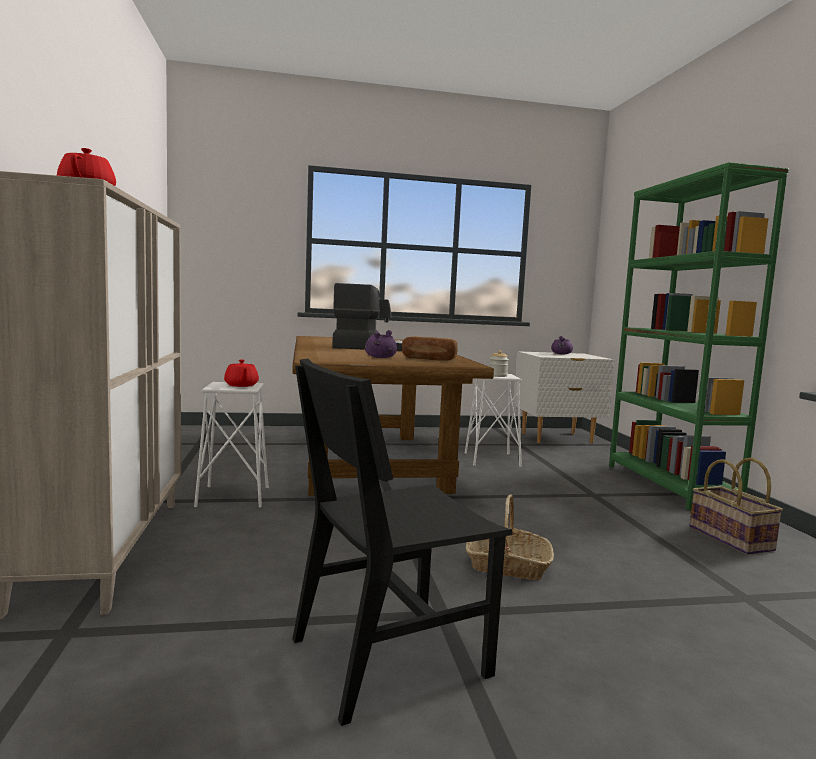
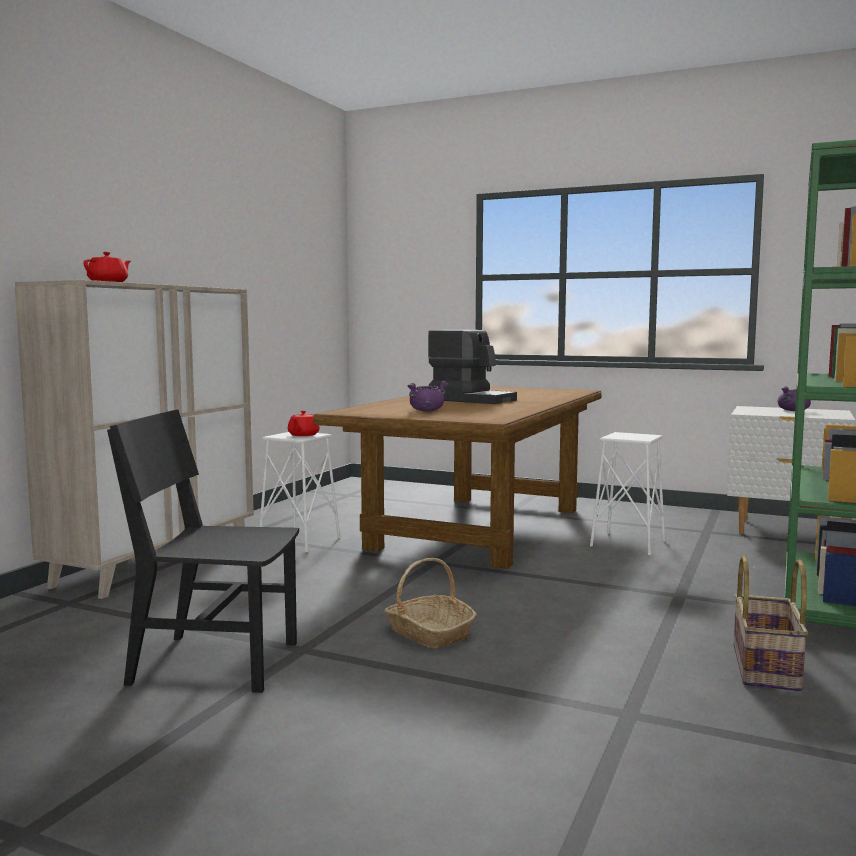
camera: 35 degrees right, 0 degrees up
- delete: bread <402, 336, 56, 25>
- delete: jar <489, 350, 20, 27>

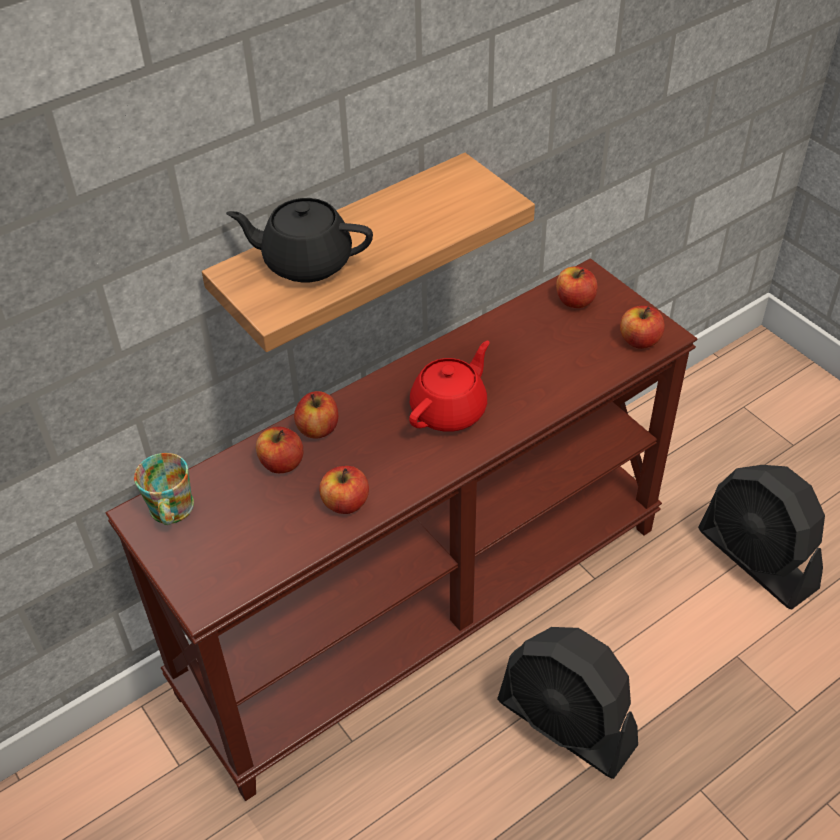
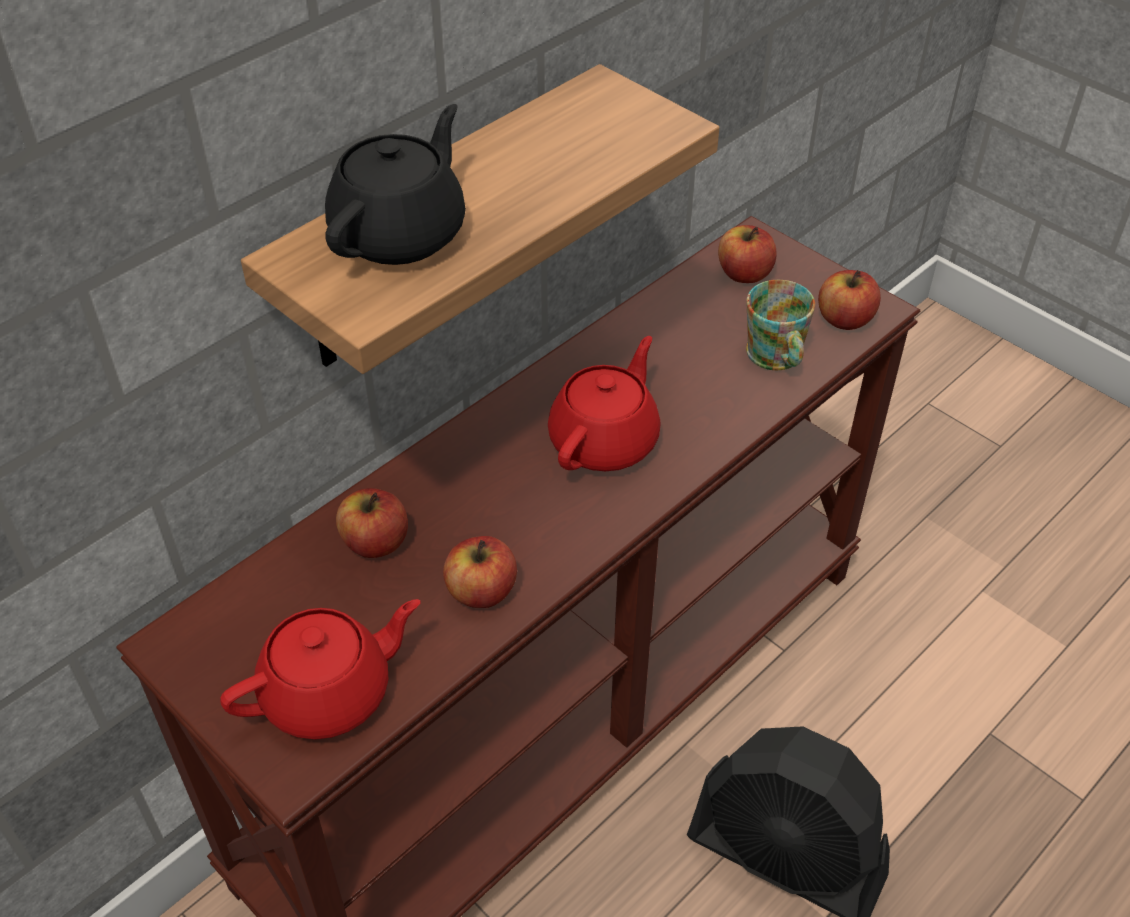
camera: 10 degrees left, 0 degrees up
- rotate: teapot/black <226, 198, 147, 84> = <325, 104, 141, 161> 120 degrees clockwise
- delete: apple <294, 391, 44, 48>
- move: mug <134, 453, 60, 72> to <746, 280, 69, 90>
- delete: fan/black <698, 465, 127, 144>
- insert: teapot/red <220, 599, 200, 140>

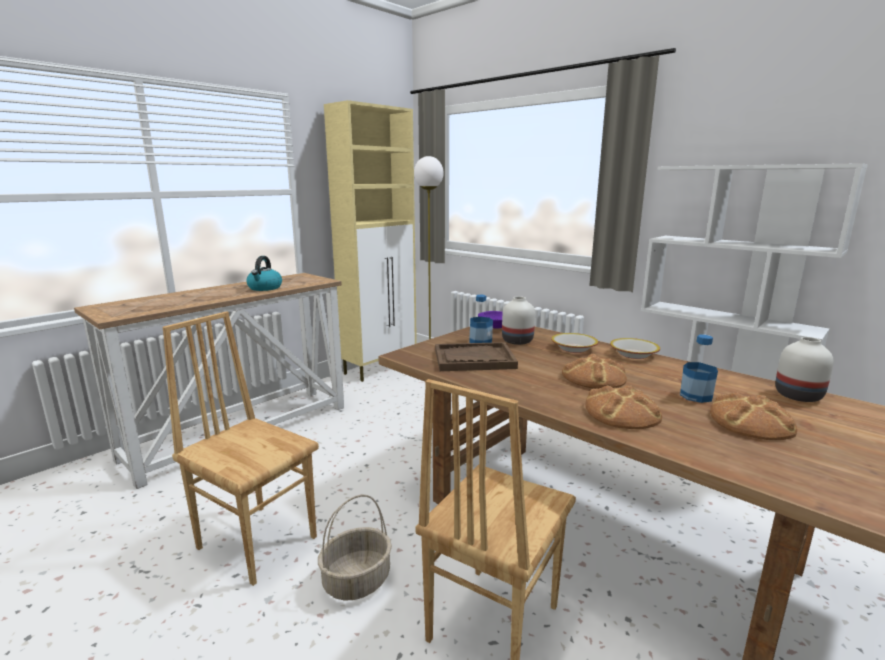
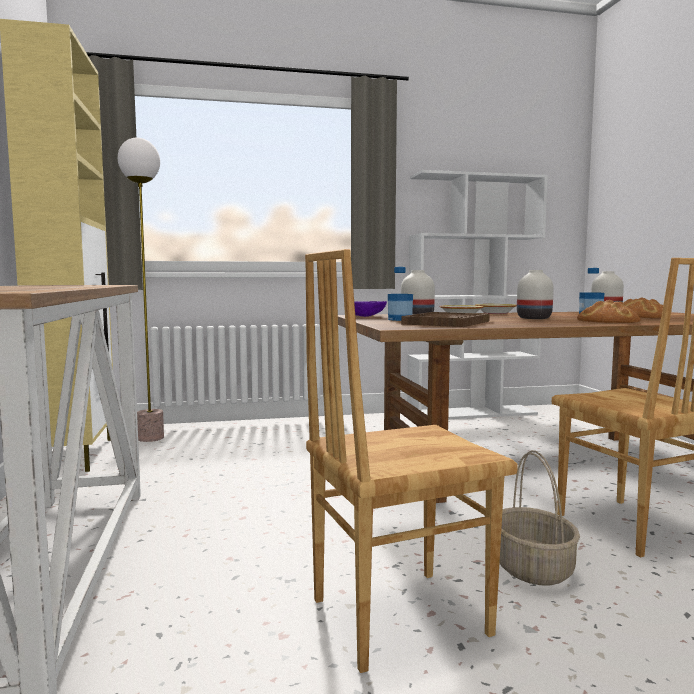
camera: 55 degrees left, 10 degrees down
- delete: kettle <246, 256, 36, 35>
- replace: bread <562, 354, 65, 35> to vase/white <517, 270, 37, 49>

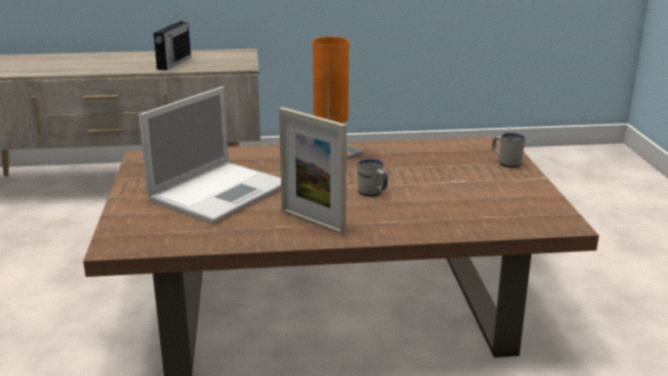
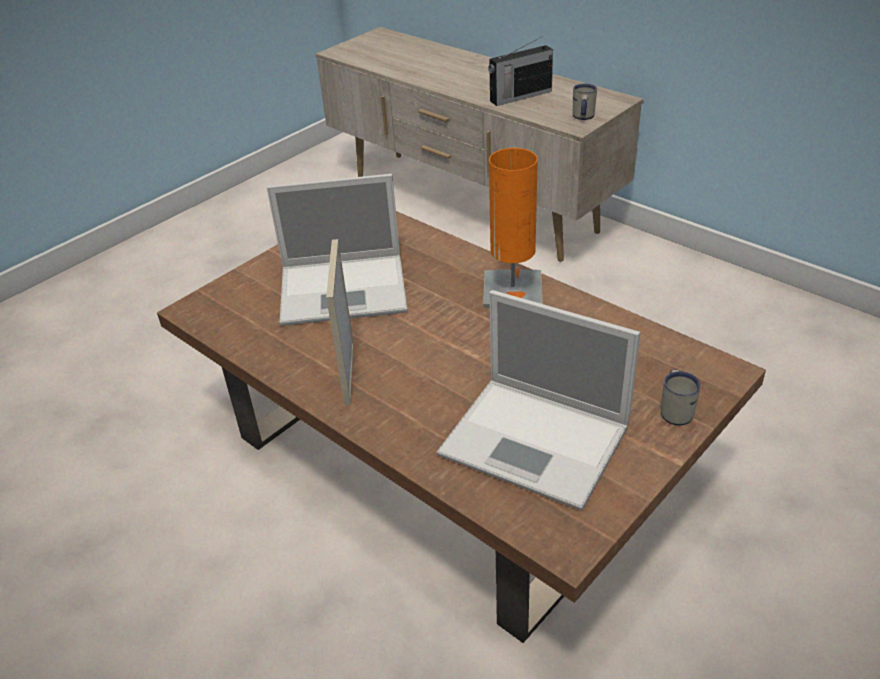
camera: 50 degrees right, 15 degrees up
- move: mug/white <358, 158, 30, 38> to <573, 84, 24, 36>
- insert: laptop <437, 290, 203, 221>

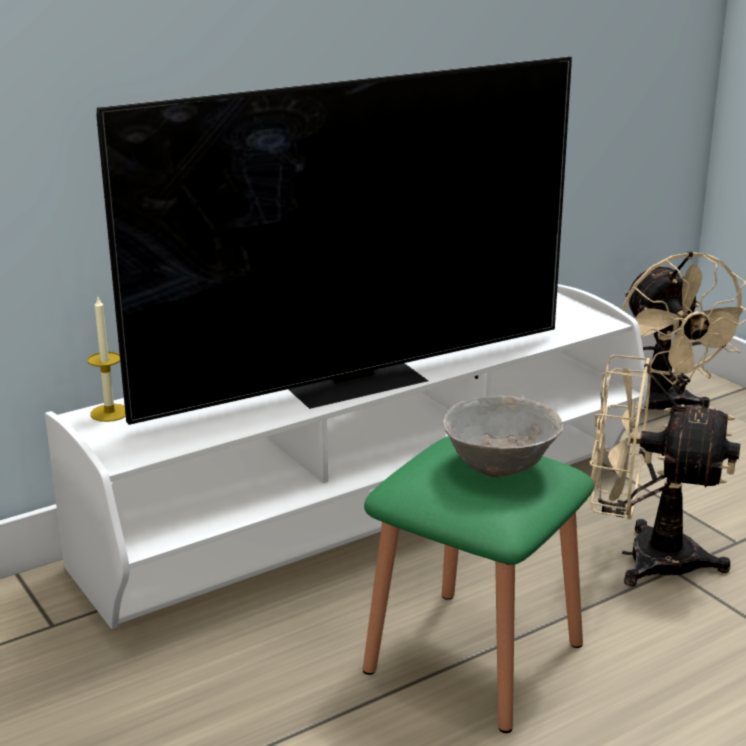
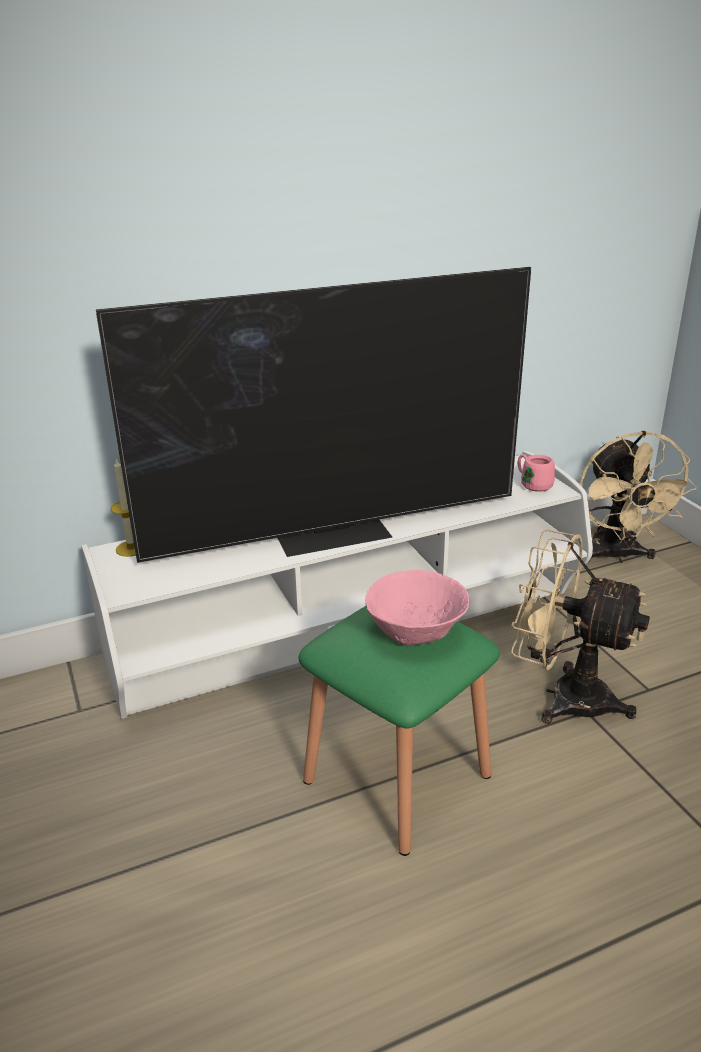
camera: 10 degrees right, 5 degrees up
- recolor: bowl/grey <443, 395, 120, 82> to bowl/pink <365, 570, 104, 75>
- insert: mug/pink <518, 454, 37, 38>

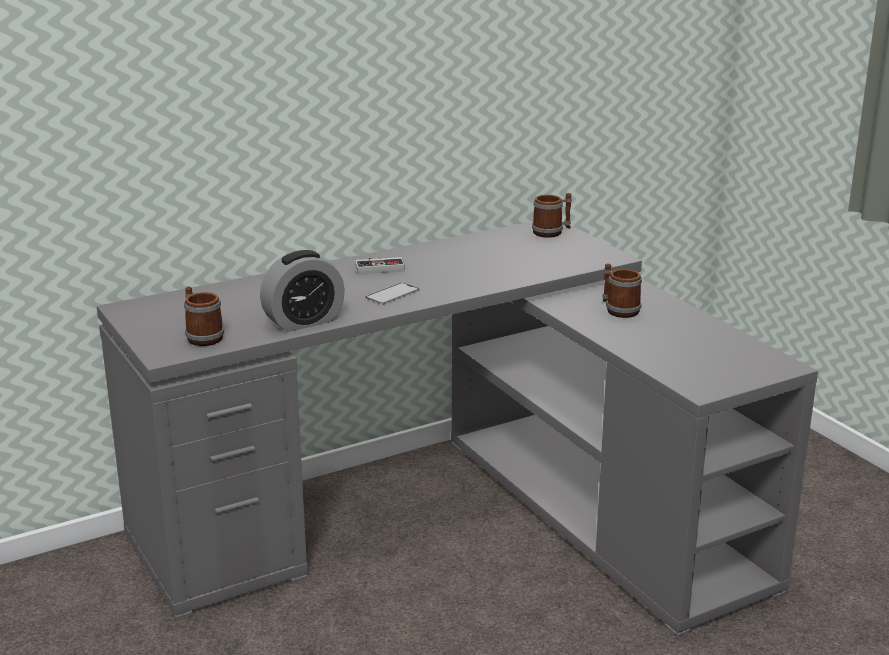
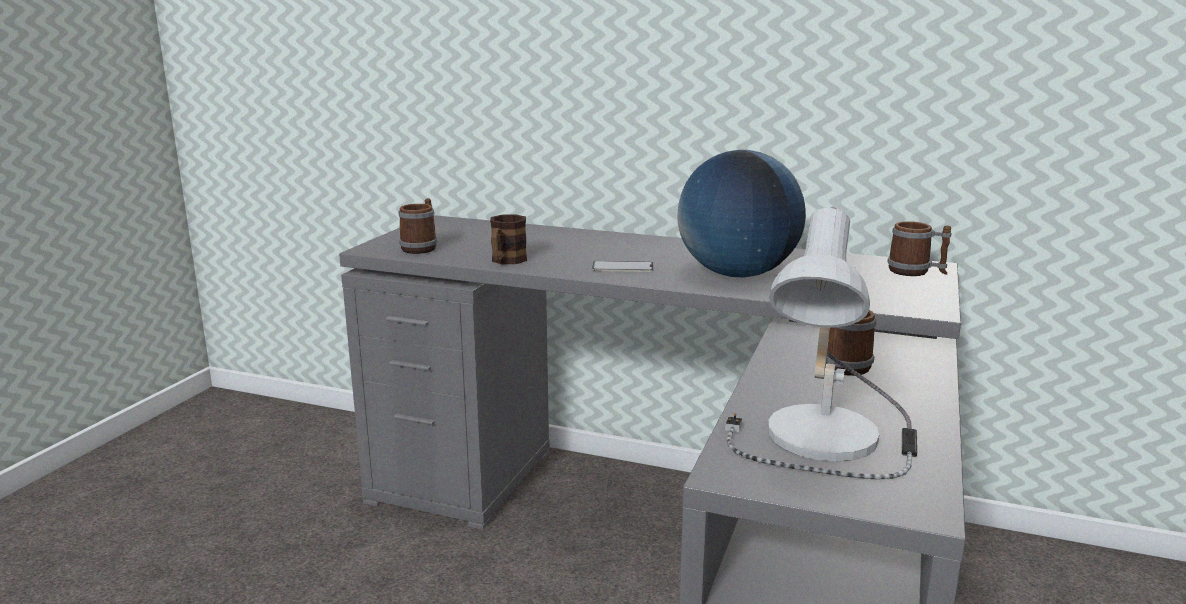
camera: 50 degrees right, 5 degrees down
- replace: alarm clock <260, 250, 85, 82> to mug <490, 214, 37, 50>
- delete: game controller <355, 257, 50, 17>
- insert: globe <677, 150, 129, 127>
- insert: table lamp <725, 207, 192, 273>

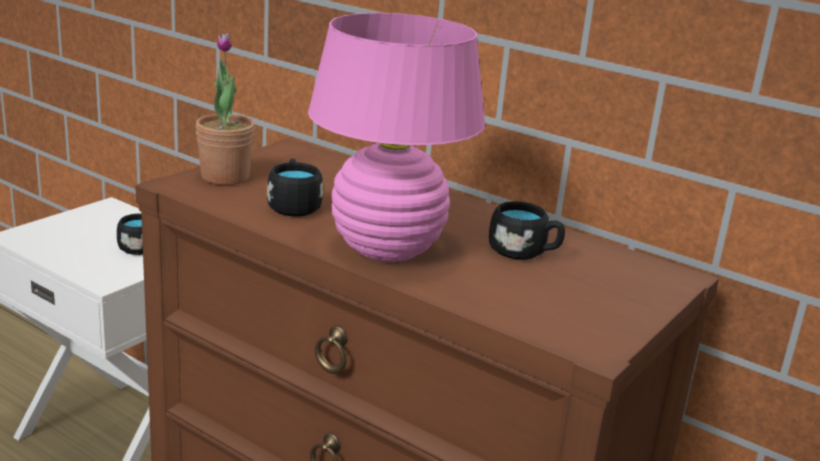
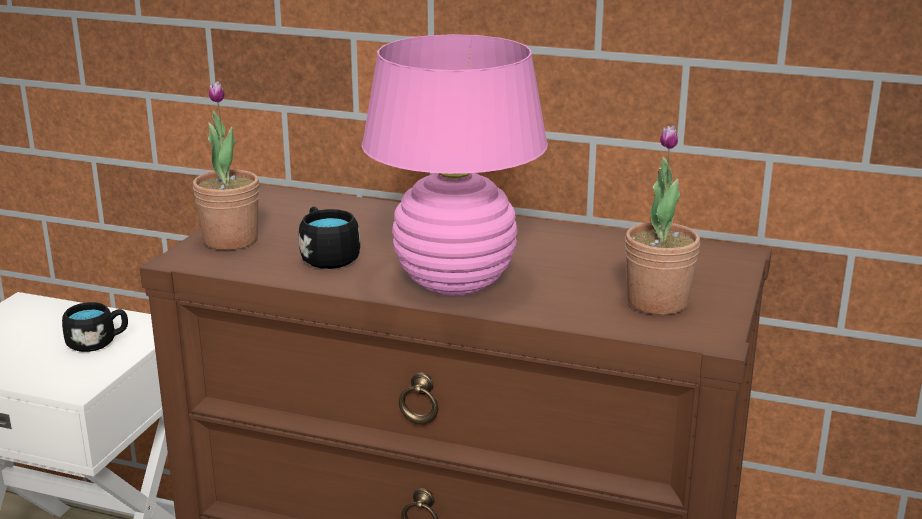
camera: 15 degrees left, 0 degrees up
- delete: mug/black <489, 201, 76, 59>
- insert: potted plant <625, 125, 75, 190>

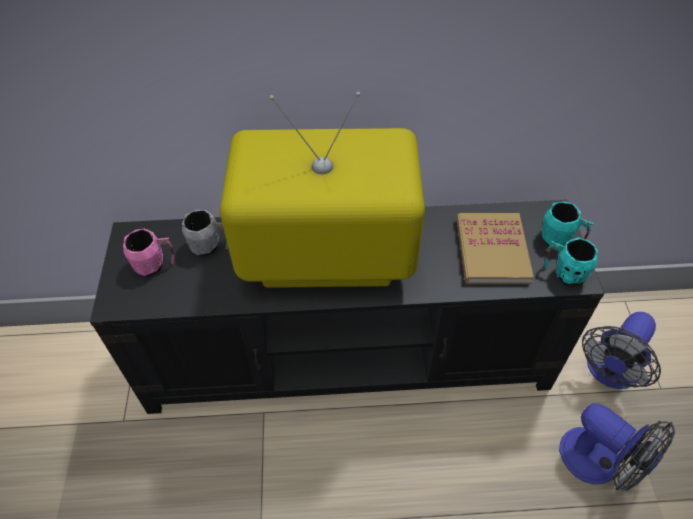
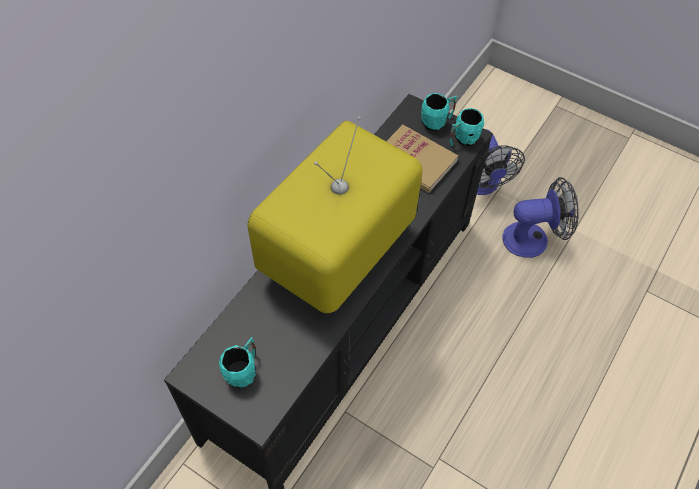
camera: 55 degrees left, 5 degrees up
- delete: mug/grey <182, 209, 46, 47>
- recolor: mug/pink <123, 229, 52, 48> to mug/turquoise <219, 337, 37, 51>

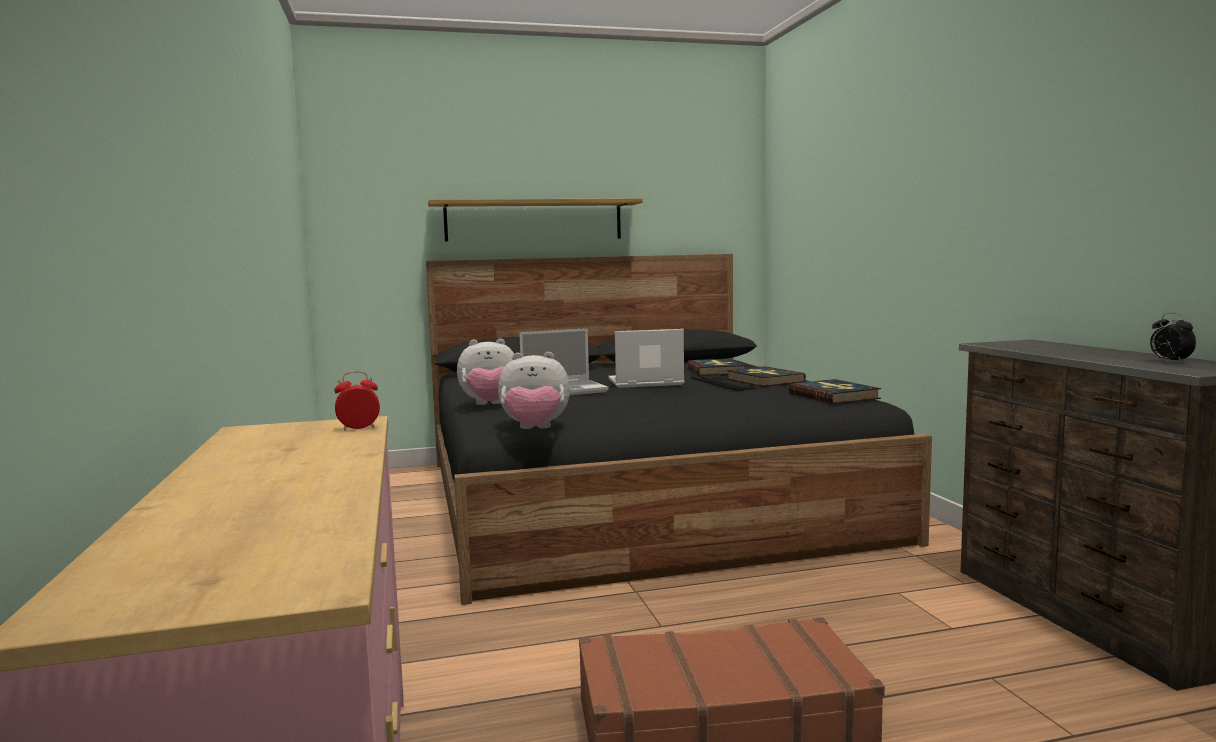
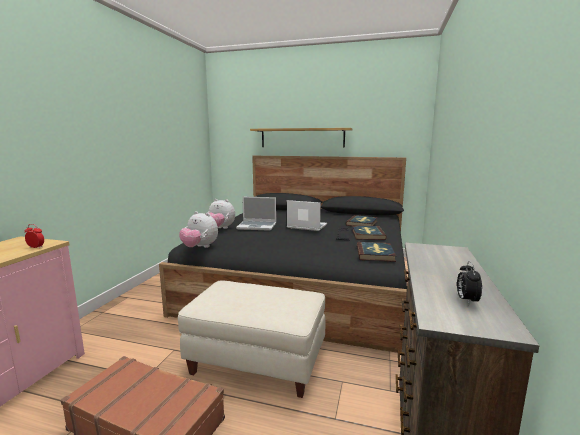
camera: 30 degrees right, 5 degrees up
- insert: ottoman/beige <178, 281, 147, 117>

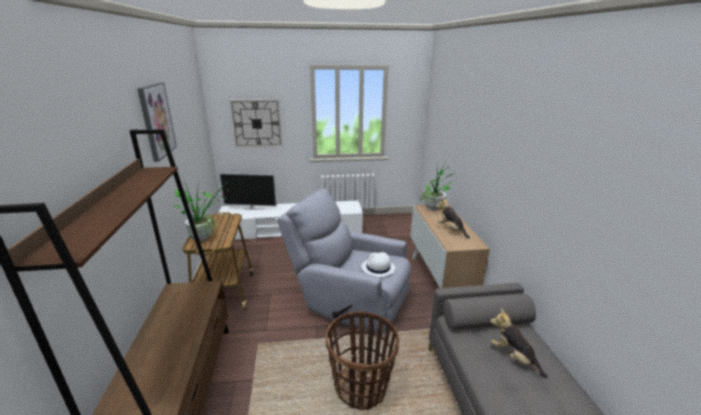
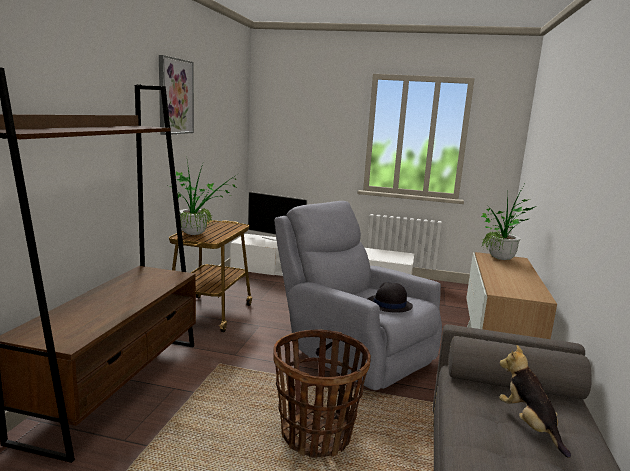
camera: 20 degrees right, 10 degrees down
- delete: wall clock <229, 99, 53, 49>
- delete: plush toy <436, 197, 34, 42>
- recolor: hat/white <362, 252, 33, 25> to hat/black <368, 282, 45, 31>

